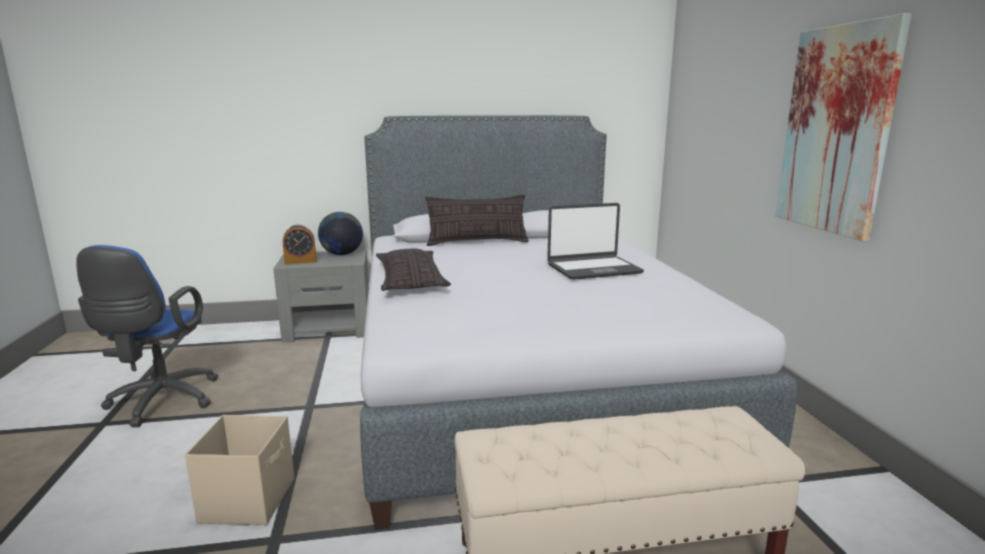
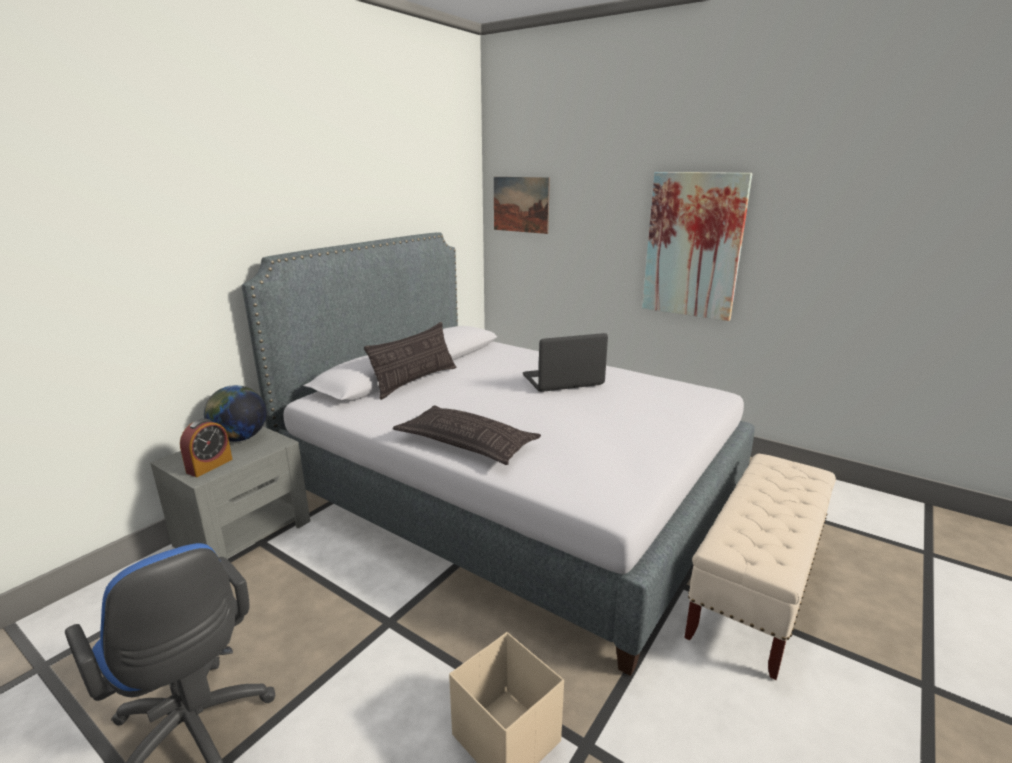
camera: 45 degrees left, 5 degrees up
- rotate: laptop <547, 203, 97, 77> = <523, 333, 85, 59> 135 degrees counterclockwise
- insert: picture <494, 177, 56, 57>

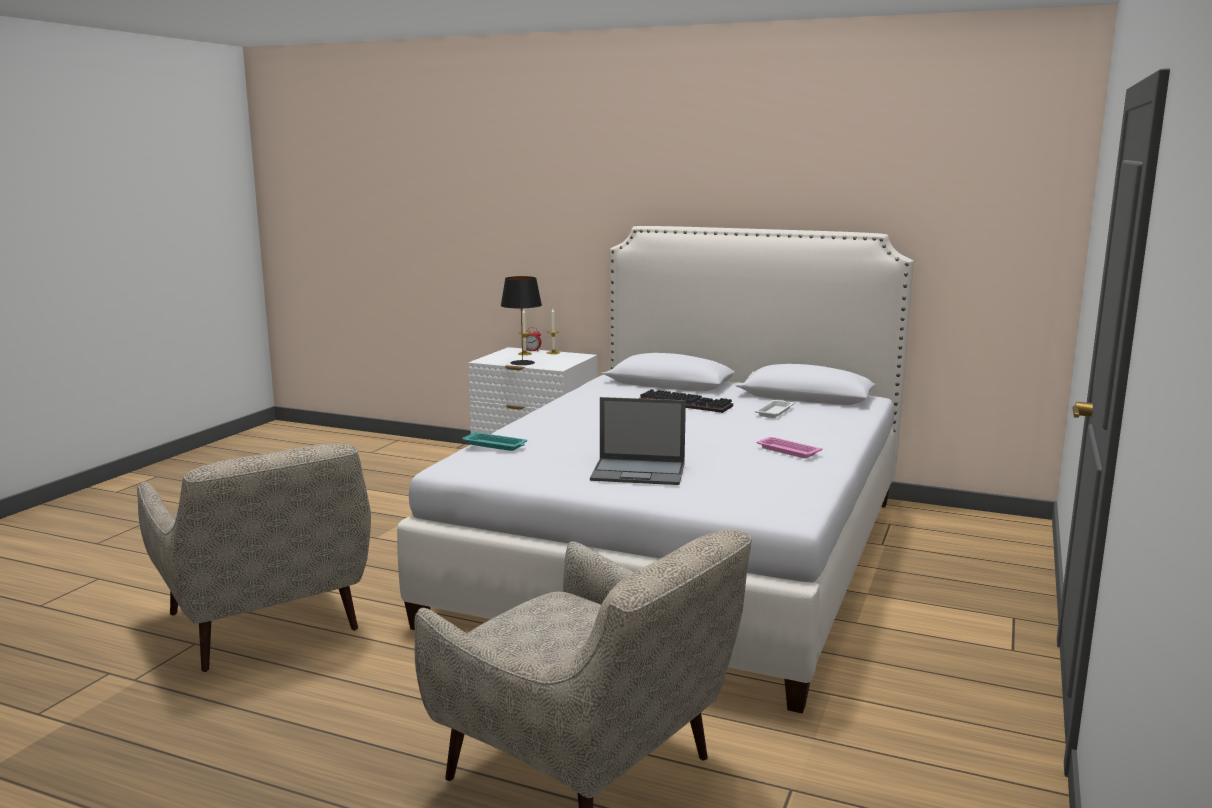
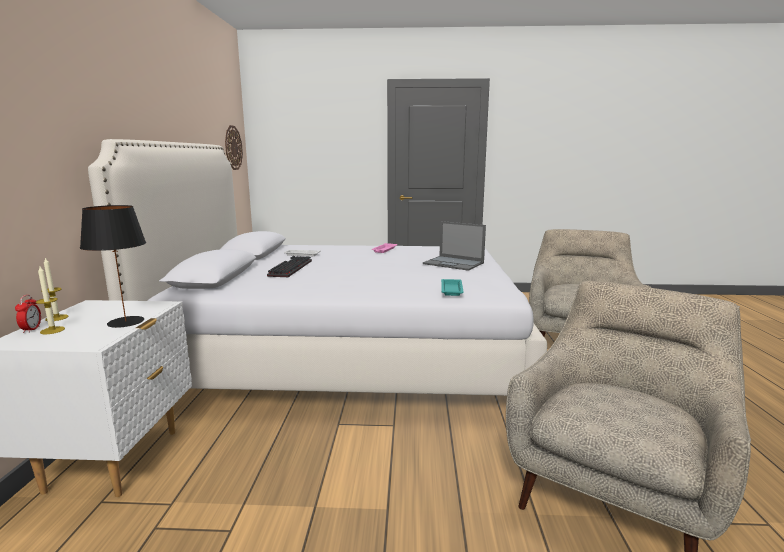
camera: 110 degrees left, 0 degrees up
- rotate: laptop <590, 397, 96, 88> = <423, 221, 63, 50> 135 degrees clockwise
- insert: wall clock <225, 125, 18, 45>

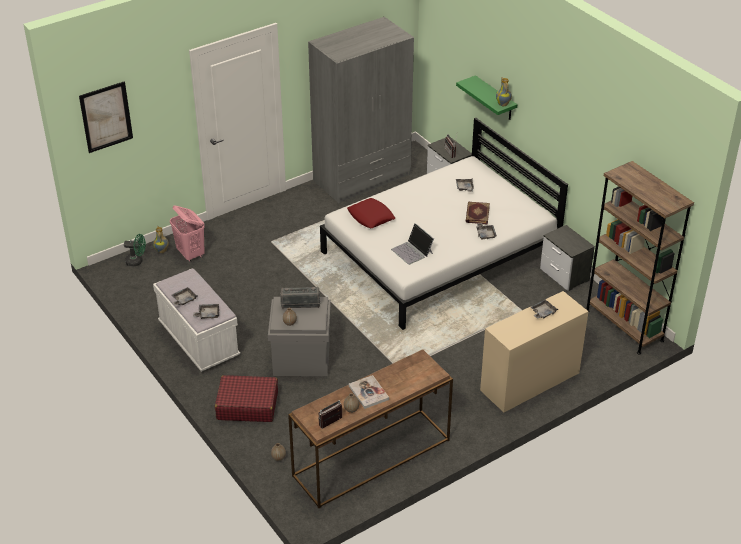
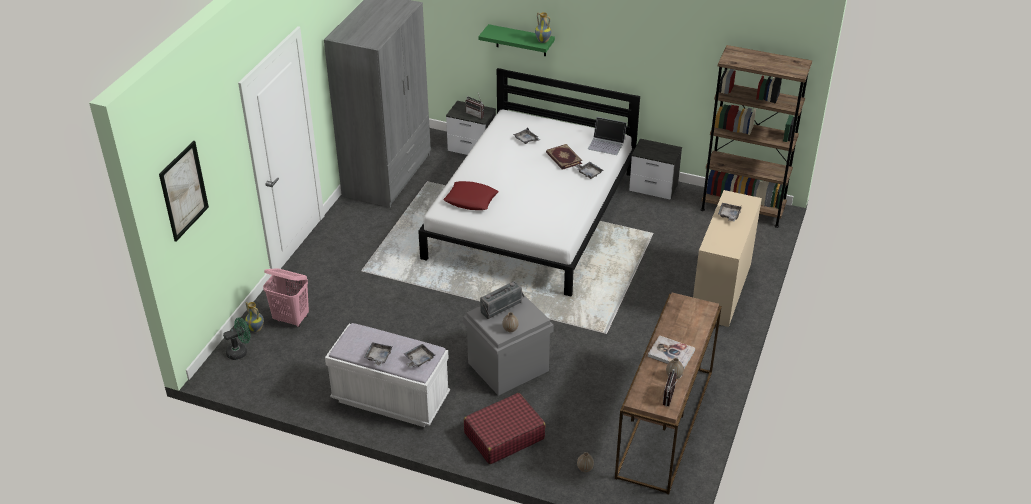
camera: 35 degrees left, 0 degrees up
- move: laptop <391, 223, 43, 42> to <588, 117, 39, 38>

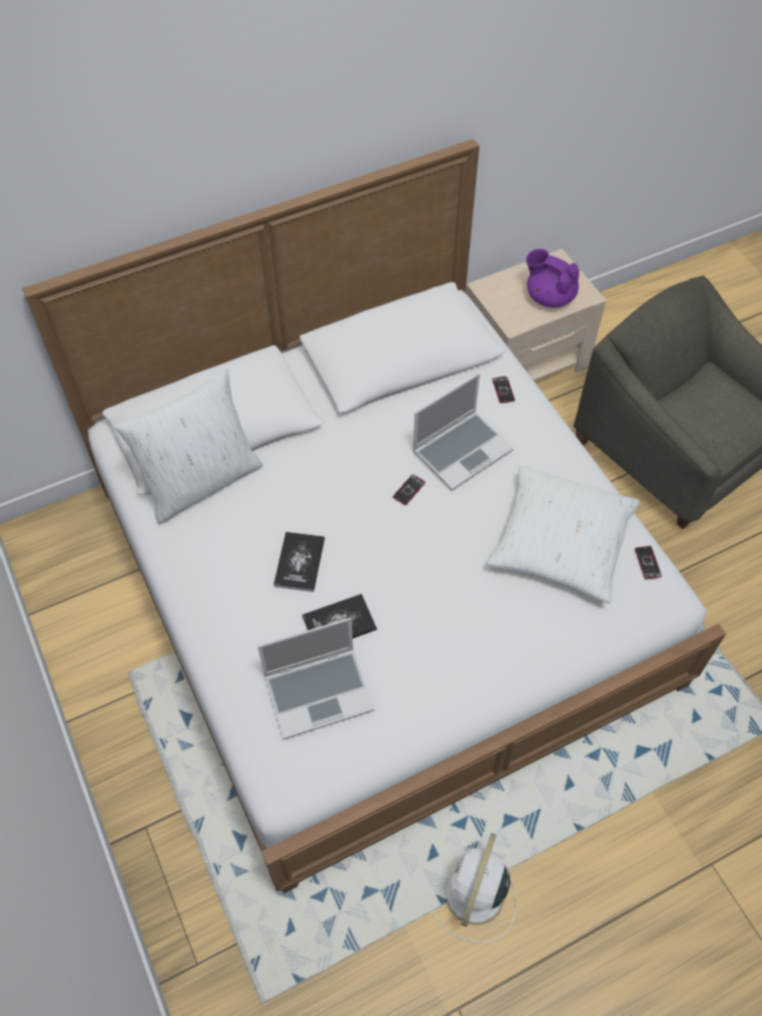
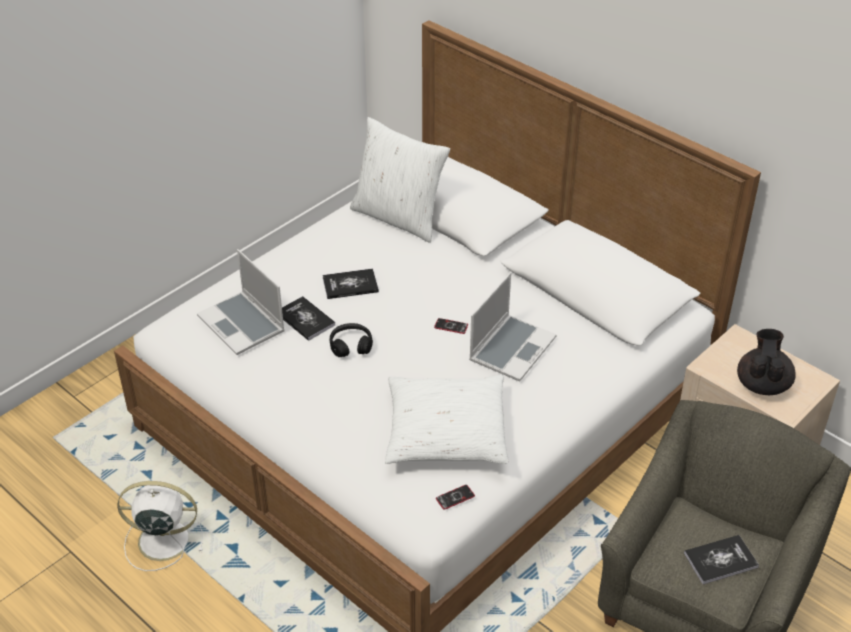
camera: 70 degrees right, 15 degrees down
- recolor: teapot/purple <526, 249, 53, 59> to teapot/black <737, 329, 59, 66>
- rotate: laptop <413, 373, 101, 118> = <469, 273, 88, 109> 90 degrees counterclockwise
- delete: phone <492, 376, 23, 27>
- insert: headphones/black <330, 323, 43, 34>
- insert: book <684, 535, 75, 49>

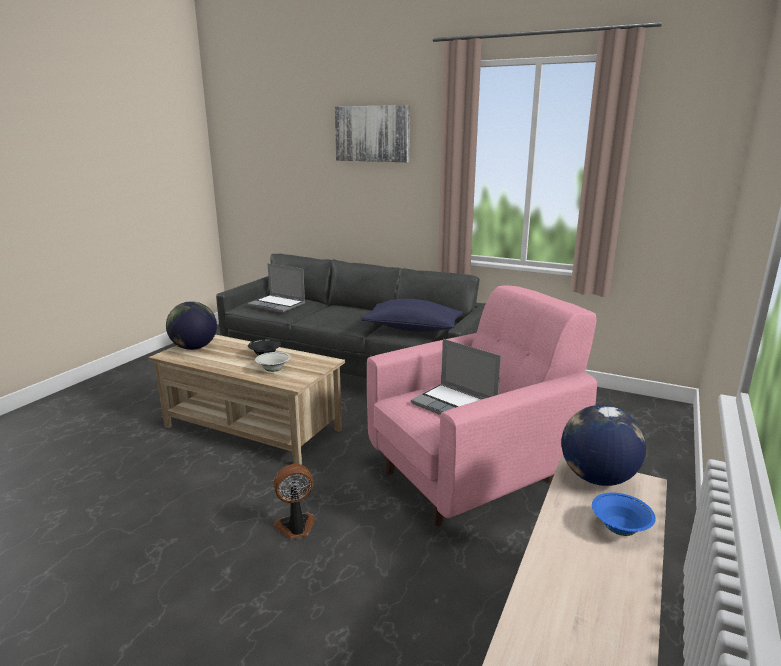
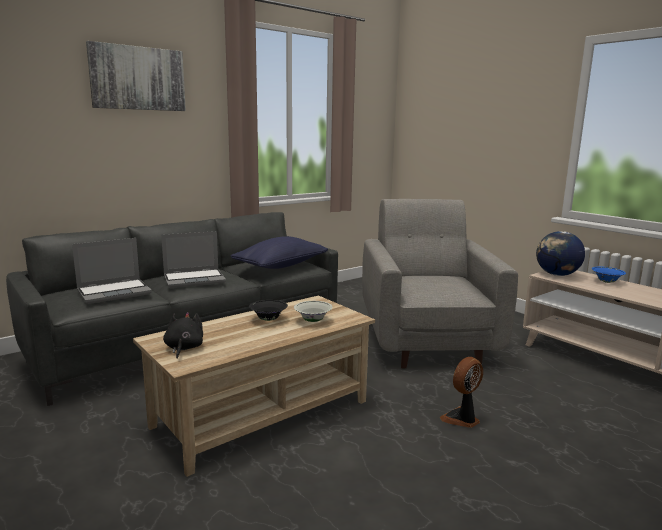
camera: 65 degrees left, 5 degrees down
- recolor: armchair/pink <367, 286, 230, 240> to armchair/grey <362, 199, 156, 170>
- replace: globe <166, 301, 51, 49> to plush toy/black <163, 312, 40, 47>
- move: laptop <411, 339, 90, 76> to <161, 231, 65, 57>
- rotate: fan <274, 464, 41, 75> = <440, 357, 43, 71> 45 degrees clockwise

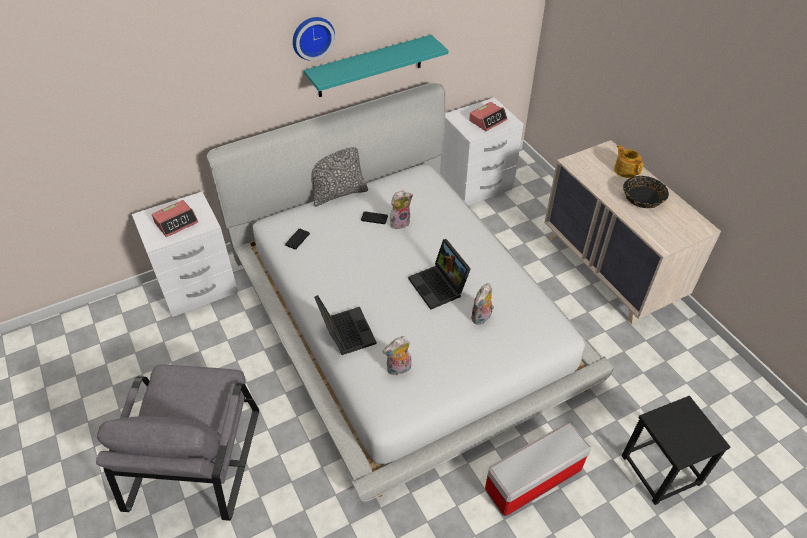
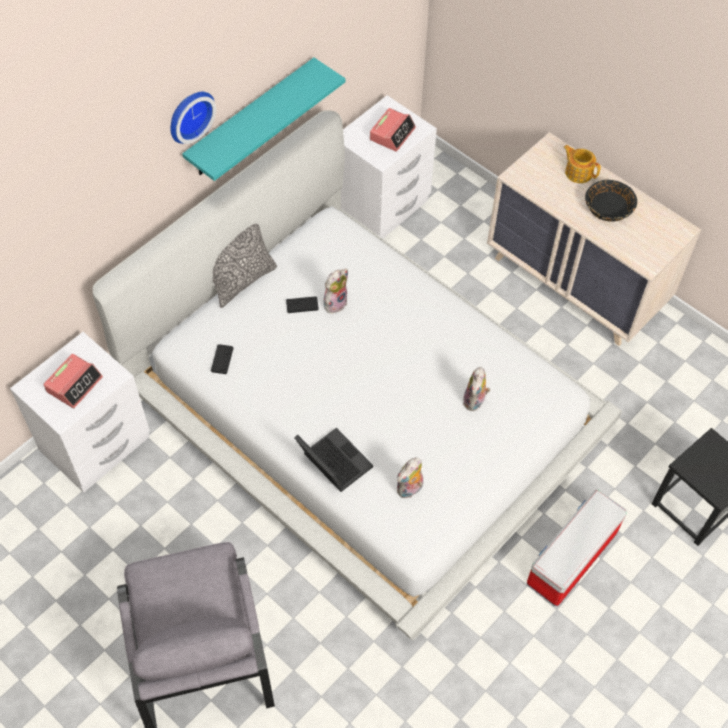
camera: 20 degrees left, 10 degrees up
- delete: laptop <408, 239, 63, 71>

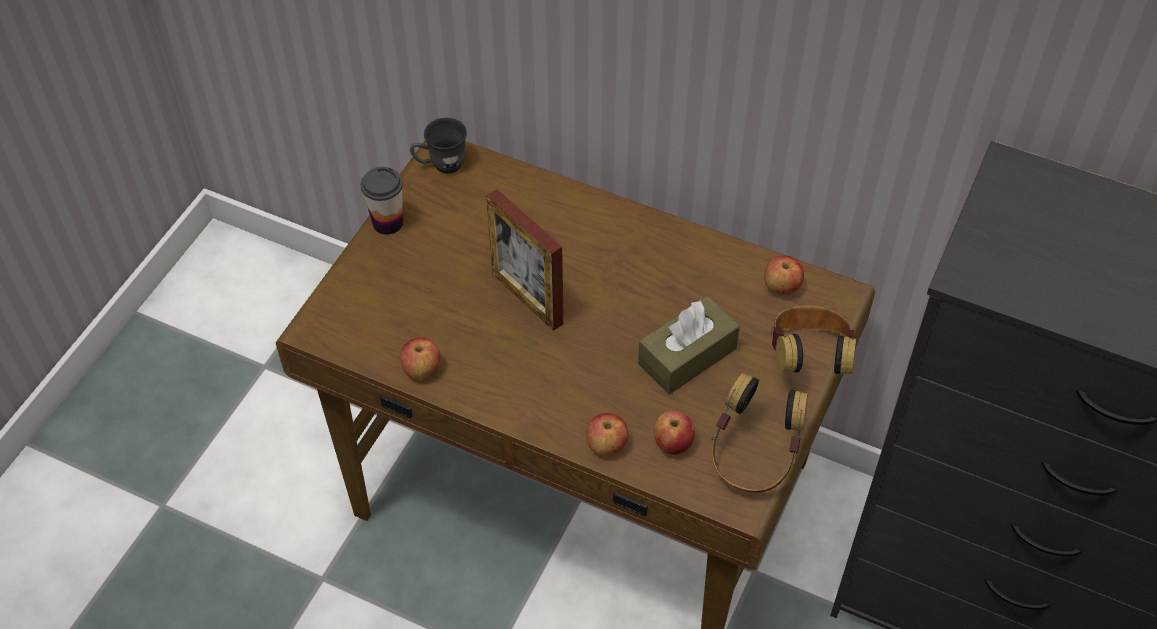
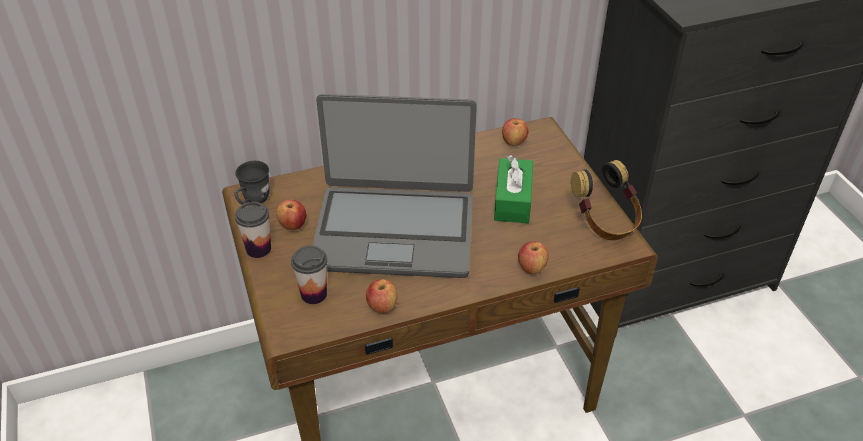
camera: 45 degrees left, 10 degrees down
- replace: picture frame <486, 189, 78, 142> to laptop <312, 94, 165, 184>
- recolor: tissue box/brown <638, 296, 102, 99> to tissue box/green <494, 155, 39, 68>
- delete: headphones <771, 306, 85, 68>
- move: apple <654, 411, 41, 44> to <276, 200, 30, 30>
- insert: cup <291, 246, 36, 58>

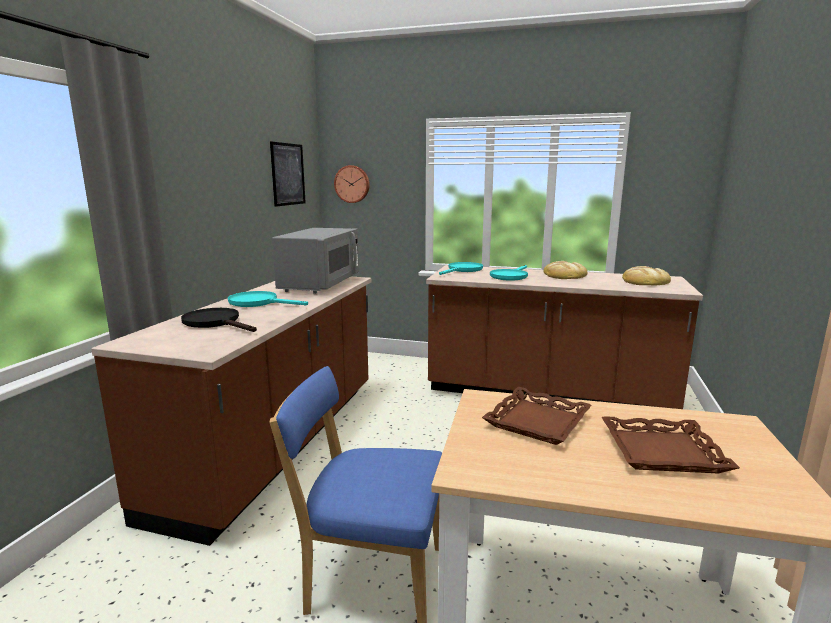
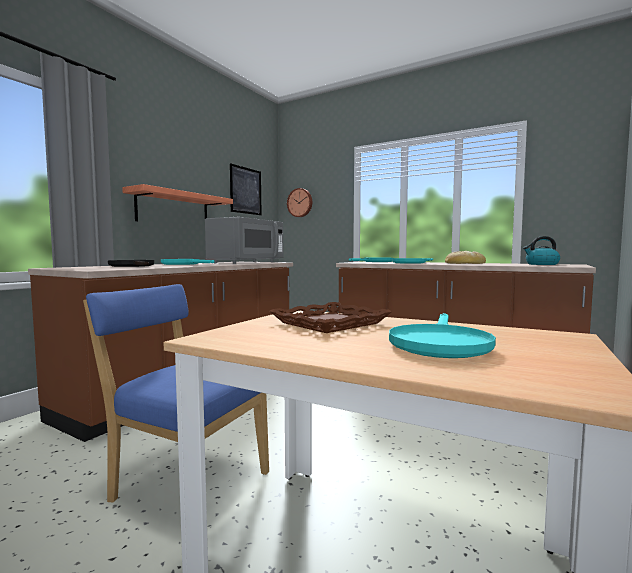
camera: 15 degrees right, 10 degrees down
- replace: bread <622, 266, 49, 20> to kettle <523, 236, 37, 29>
- replace: tray/brown <602, 416, 138, 57> to frying pan/turquoise <389, 313, 107, 45>
- insert: shelf <122, 184, 111, 37>

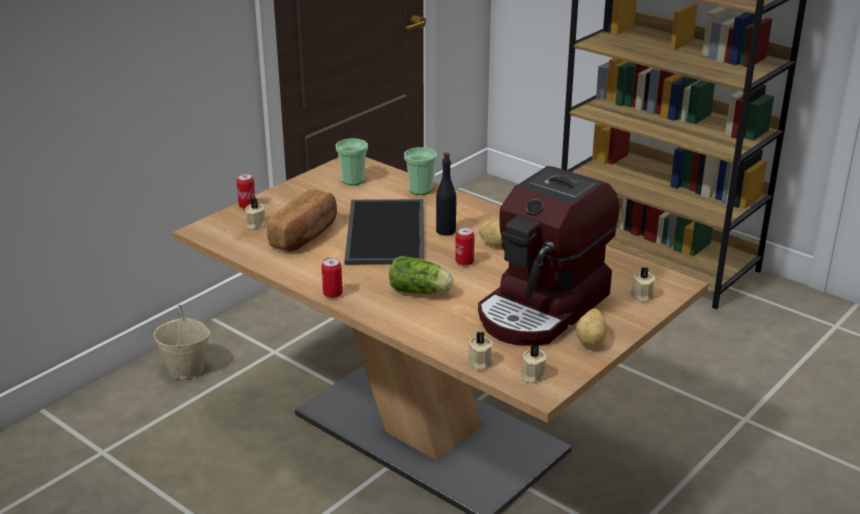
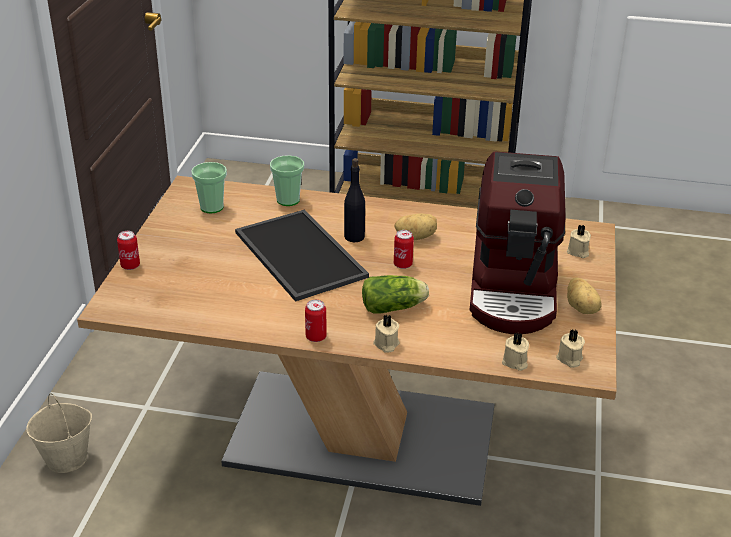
camera: 30 degrees left, 5 degrees up
- delete: bread <267, 189, 70, 62>
- move: candle/beige <246, 198, 20, 32> to <373, 315, 27, 38>

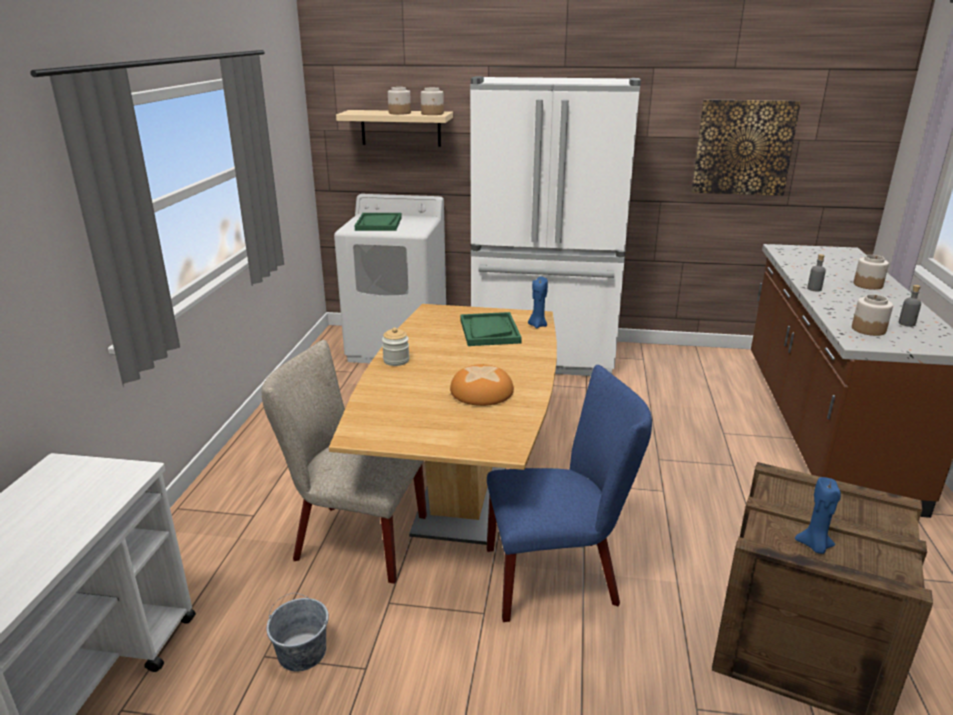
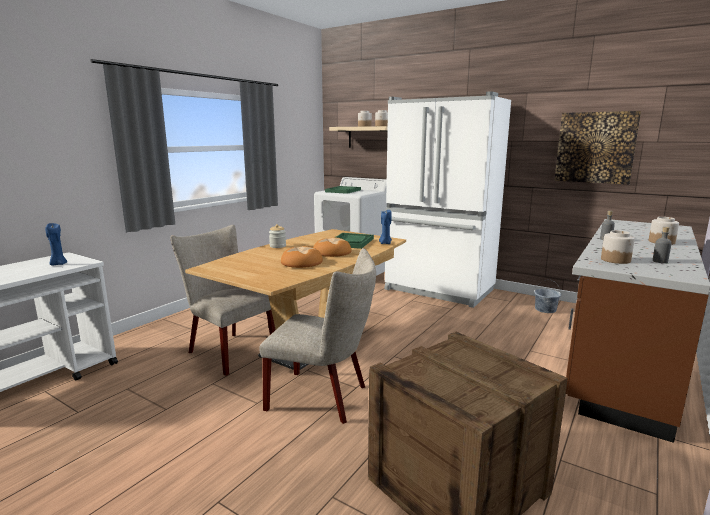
camera: 25 degrees right, 10 degrees down
- recolor: chair/blue <487, 365, 165, 257> to chair/beige <259, 248, 117, 176>
- move: candle/blue <795, 477, 46, 77> to <45, 223, 22, 42>
- move: bucket/grey <266, 593, 63, 78> to <534, 279, 27, 34>
- insert: bread <313, 237, 39, 20>

